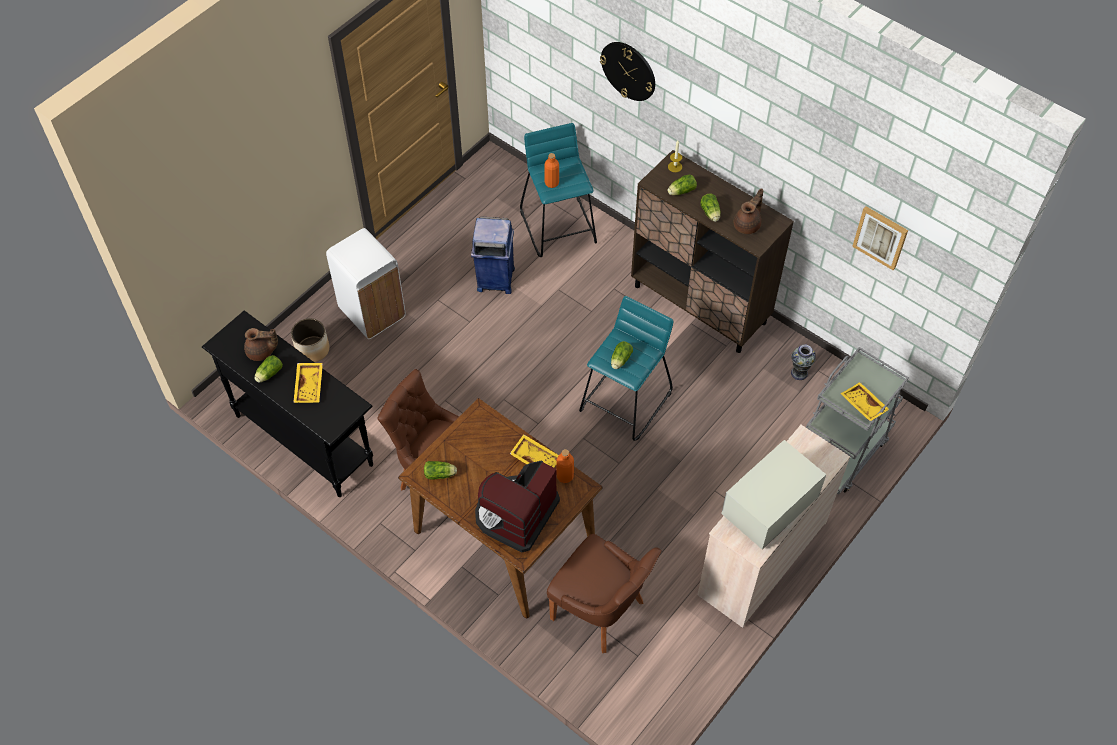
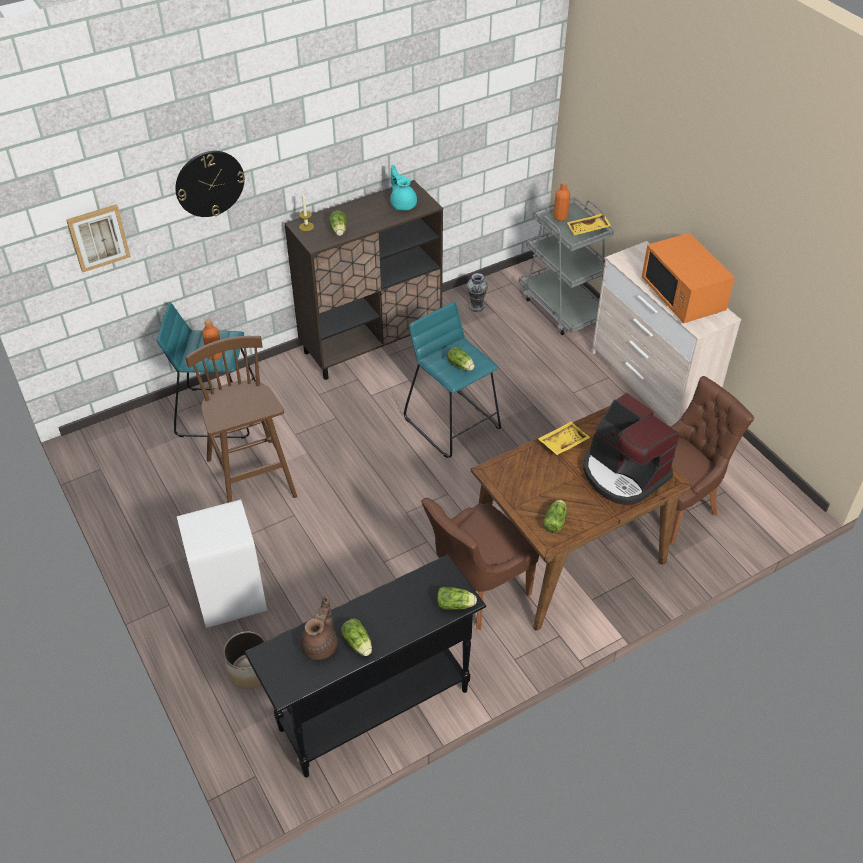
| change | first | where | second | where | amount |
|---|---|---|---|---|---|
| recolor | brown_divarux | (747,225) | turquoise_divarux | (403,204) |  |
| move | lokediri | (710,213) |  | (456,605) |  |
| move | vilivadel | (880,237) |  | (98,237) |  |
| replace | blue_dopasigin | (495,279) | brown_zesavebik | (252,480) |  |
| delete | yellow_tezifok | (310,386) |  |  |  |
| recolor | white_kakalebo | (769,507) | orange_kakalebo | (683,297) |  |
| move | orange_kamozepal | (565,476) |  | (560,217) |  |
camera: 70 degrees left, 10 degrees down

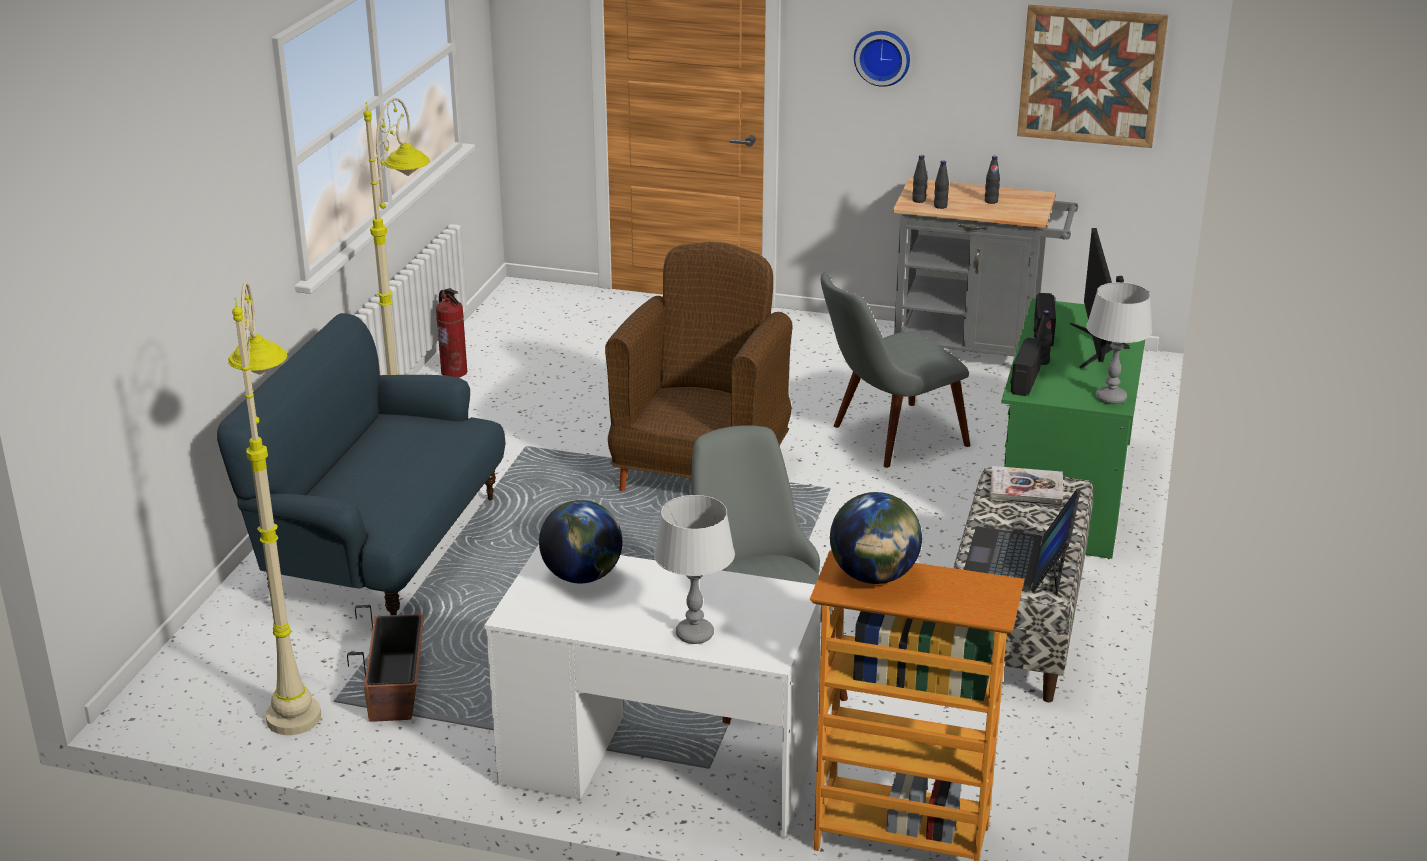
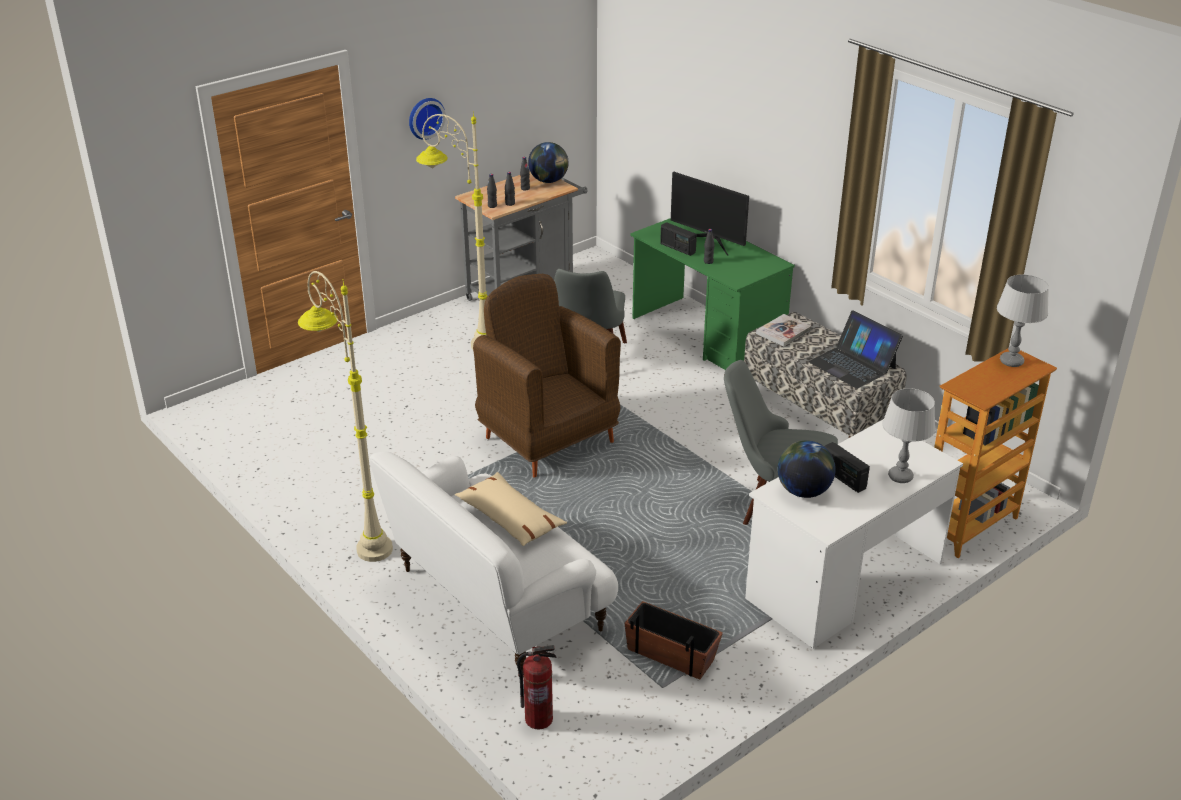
| change | first | where | second | where | amount |
|---|---|---|---|---|---|
| delete | vilivadel | (1091,76) |  |  |  |
| move | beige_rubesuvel | (296,690) |  | (464,339) |  |
| move | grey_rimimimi | (1111,398) |  | (1011,361) |  |
| move | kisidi | (455,372) |  | (539,719) |  |
| recolor | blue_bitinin | (383,551) | white_bitinin | (497,603) |  |
| move | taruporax | (1024,381) |  | (843,478) |  |
| move | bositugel | (874,576) |  | (549,181) |  |
| insert |  |  | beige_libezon | (510,518) |  |
camera: 55 degrees left, 5 degrees up

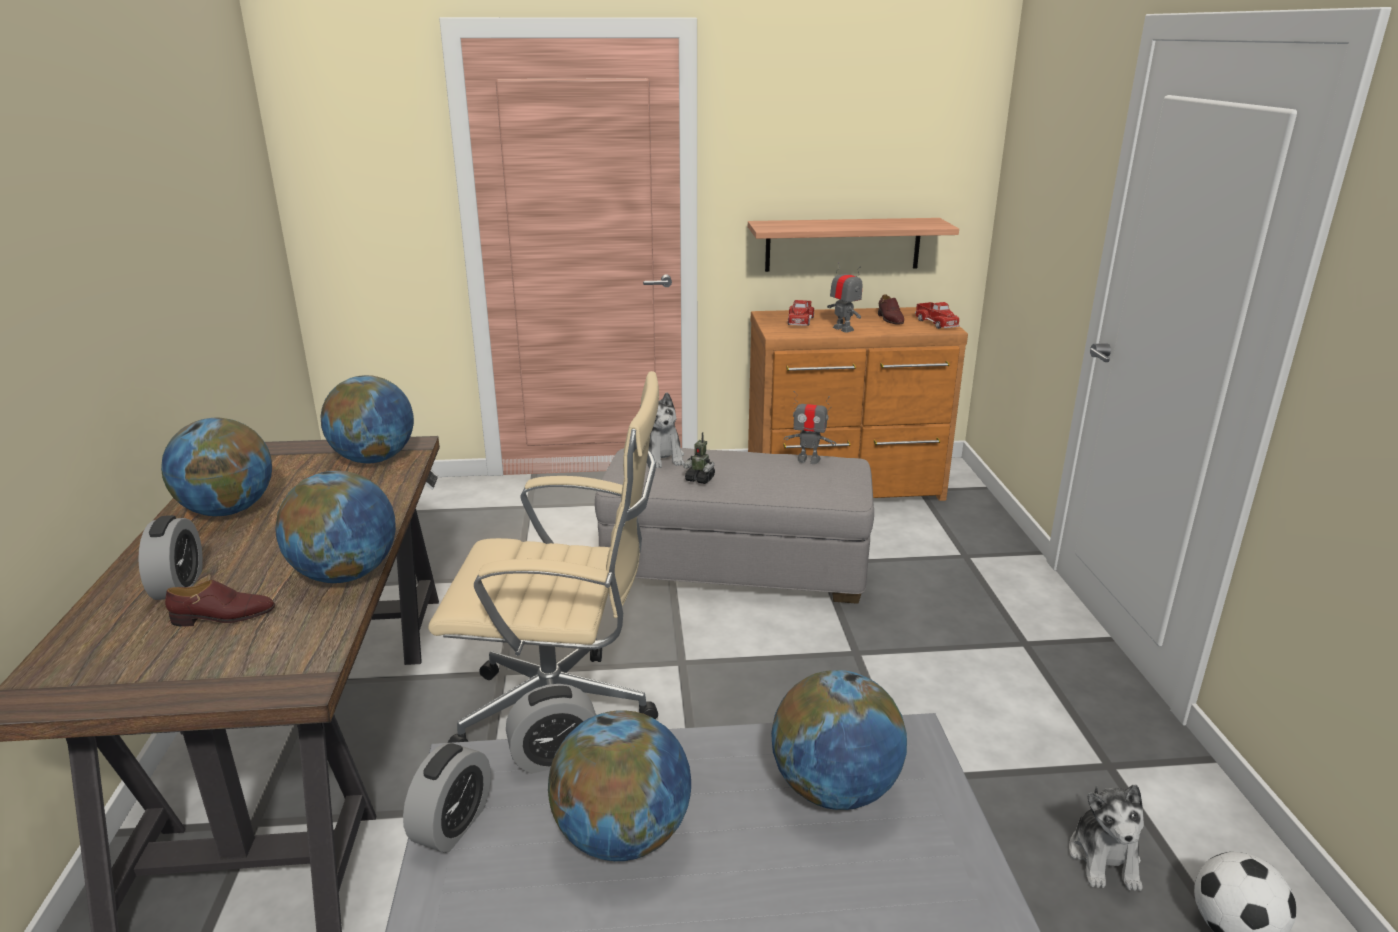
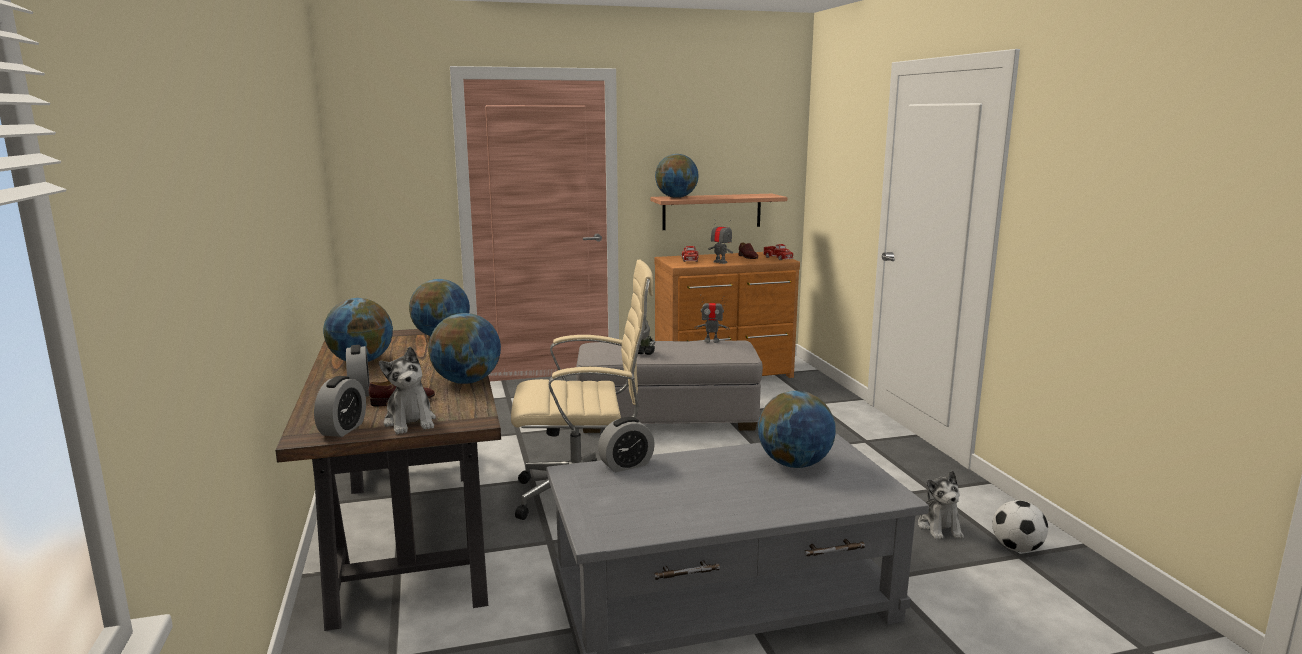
| change | first | where | second | where | amount |
|---|---|---|---|---|---|
| move | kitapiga | (662,457) |  | (410,422) |  |
| move | bositugel | (622,836) |  | (676,197) |  |
| move | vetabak | (452,825) |  | (343,429) |  |
camera: 10 degrees left, 10 degrees down

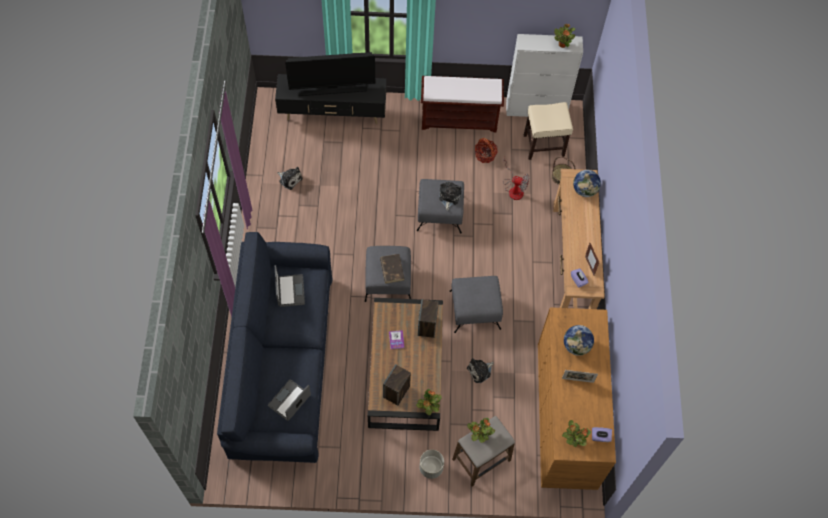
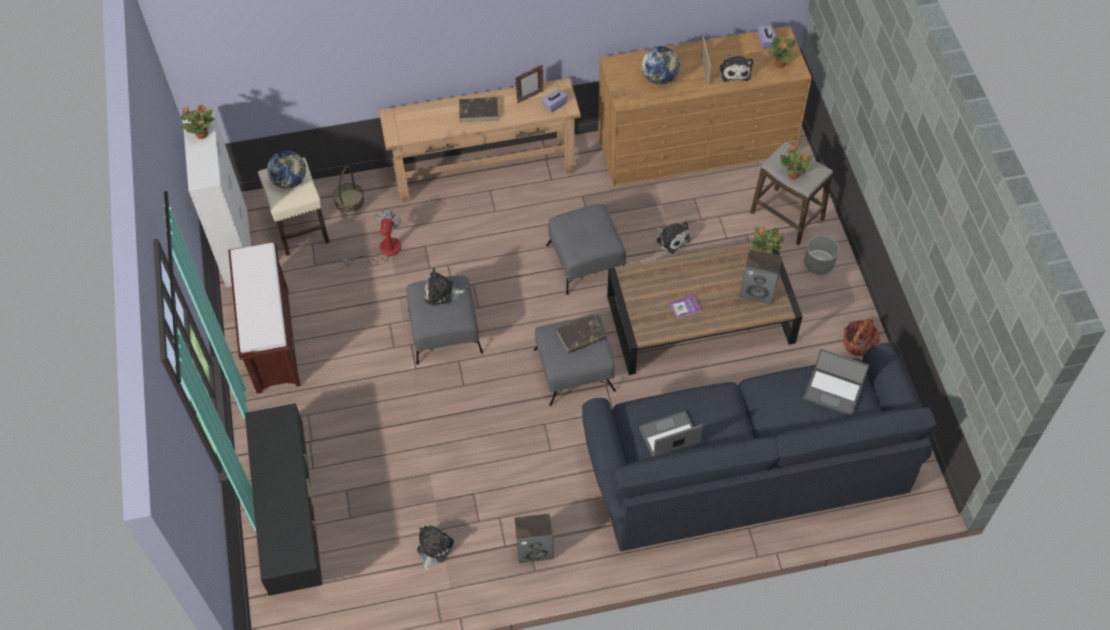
| change | first | where | second | where | amount |
|---|---|---|---|---|---|
| delete | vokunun | (332,88) |  |  |  |
| move | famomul | (485,155) |  | (859,343) |  |
| move | bositugel | (585,190) |  | (290,181) |  |
| move | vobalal | (427,326) |  | (535,549) |  |
| insert |  |  | kitapiga | (734,71) |  |
| insert |  |  | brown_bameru | (479,111) |  |
camera: 100 degrees left, 5 degrees down

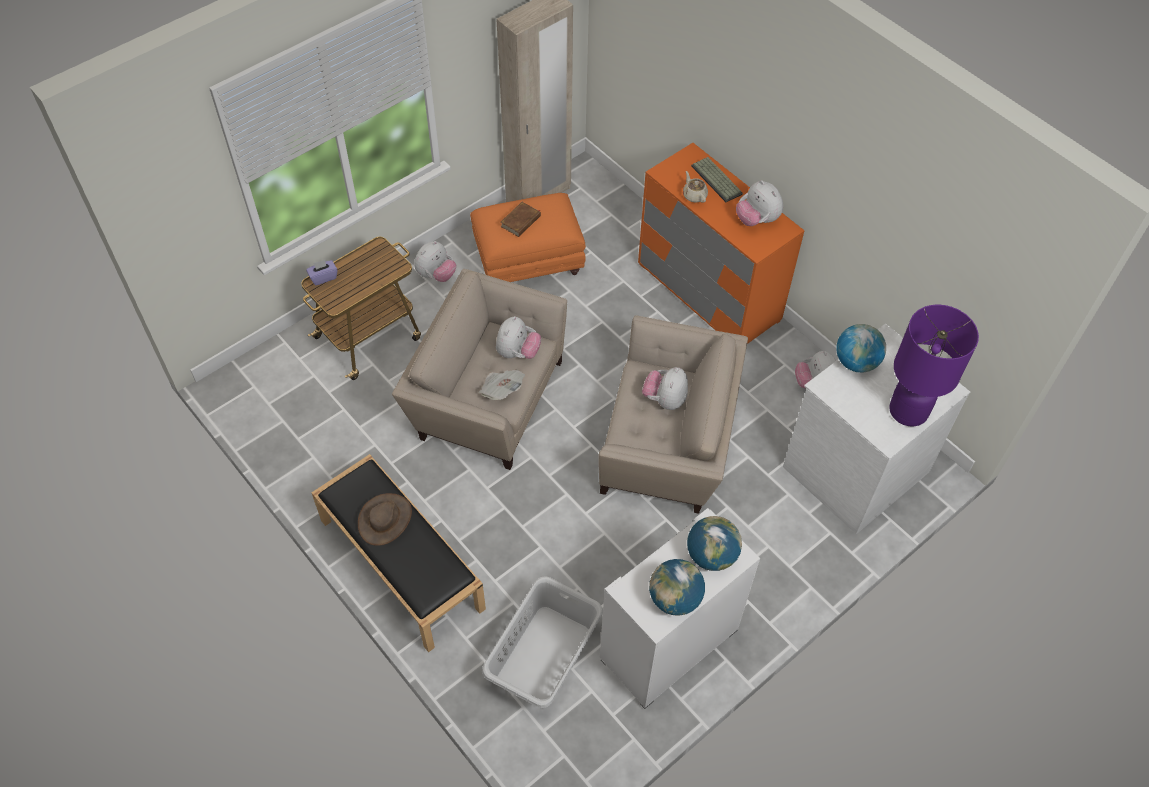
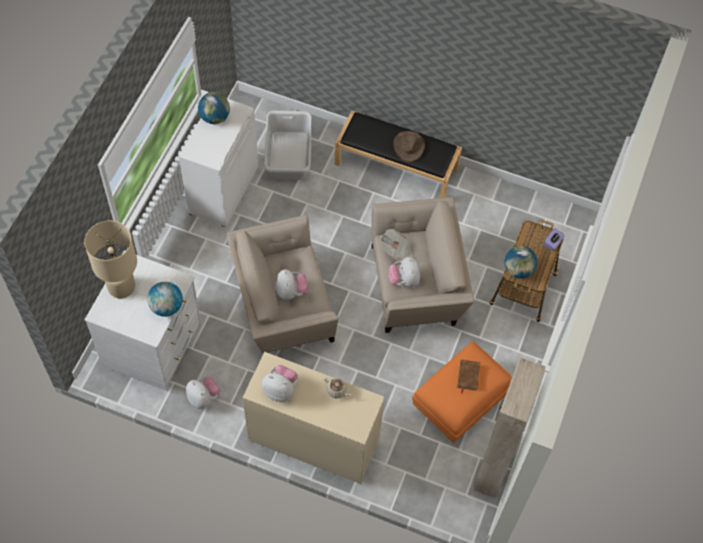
| change | first | where | second | where | amount |
|---|---|---|---|---|---|
| recolor | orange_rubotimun | (708,292) | beige_rubotimun | (313,440) |  |
| delete | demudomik | (717,180) |  |  |  |
| delete | kitapiga | (436,275) |  |  |  |
| recolor | purple_rimimimi | (908,410) | beige_rimimimi | (121,287) |  |
| move | bositugel | (711,555) |  | (518,270) |  |
camera: 150 degrees right, 5 degrees up

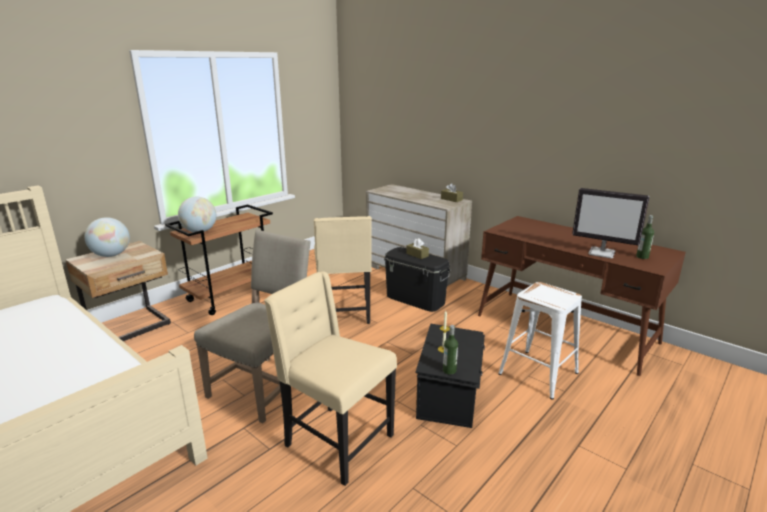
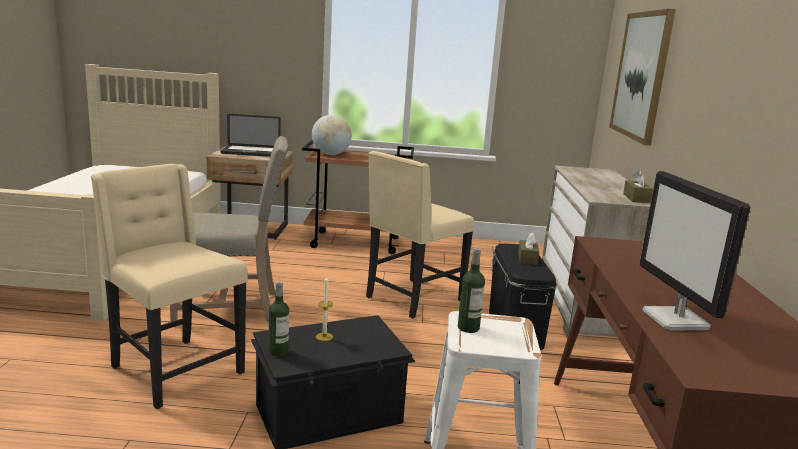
| change | first | where | second | where | amount |
|---|---|---|---|---|---|
| move | kamozepal | (642,257) |  | (468,328) |  |
| replace | bositugel | (111,255) | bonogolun | (250,152) |  |
| rotate | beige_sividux | (336,441) |  | (174,370) | 45 degrees counterclockwise |
| insert |  |  | vilivadel | (641,75) |  |
camera: 50 degrees right, 5 degrees down

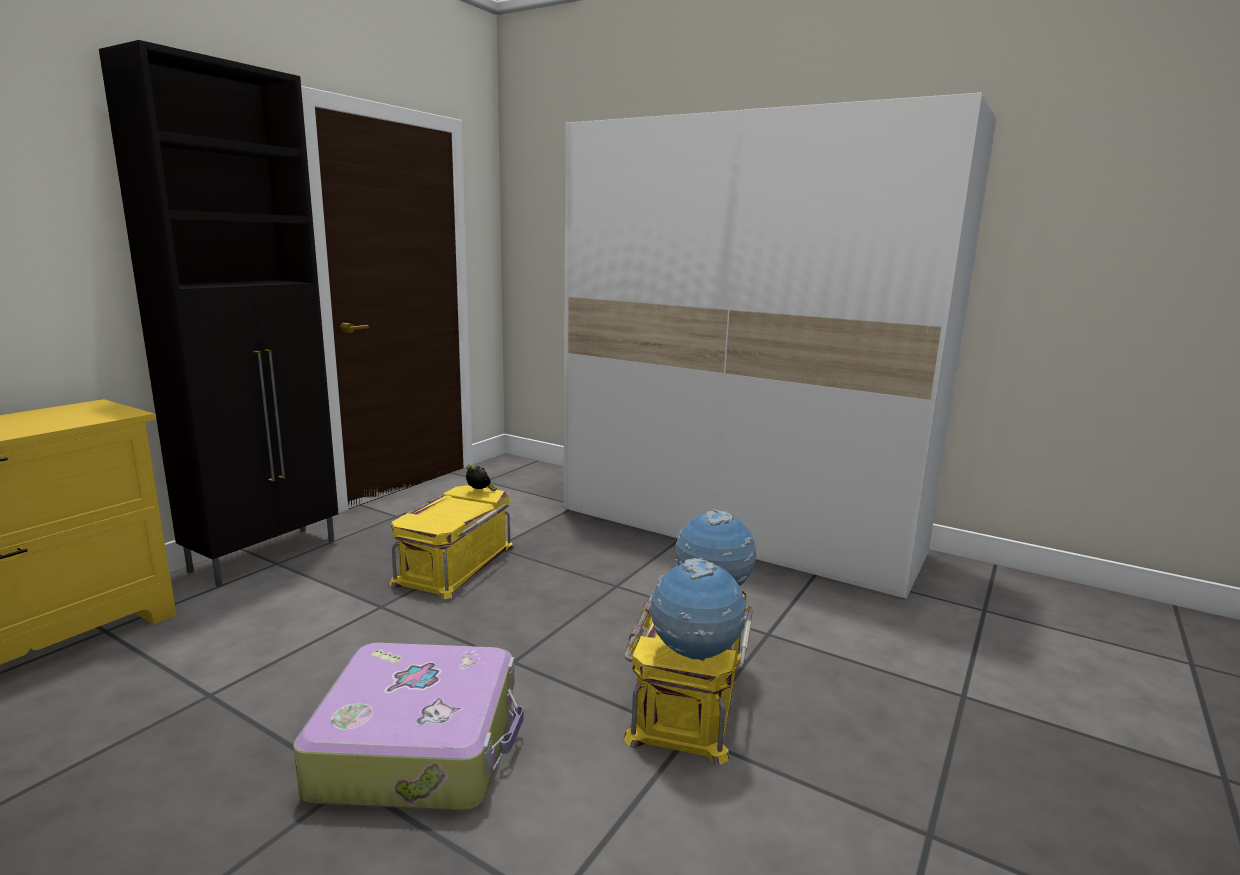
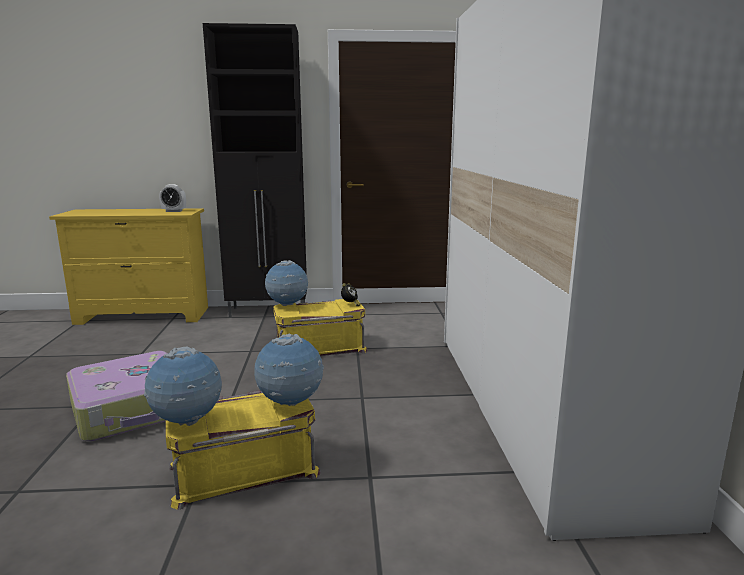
| change | first | where | second | where | amount |
|---|---|---|---|---|---|
| insert |  |  | vetabak | (174,211) |  |
| insert |  |  | bositugel | (287,305) |  |
camera: 55 degrees right, 0 degrees up

